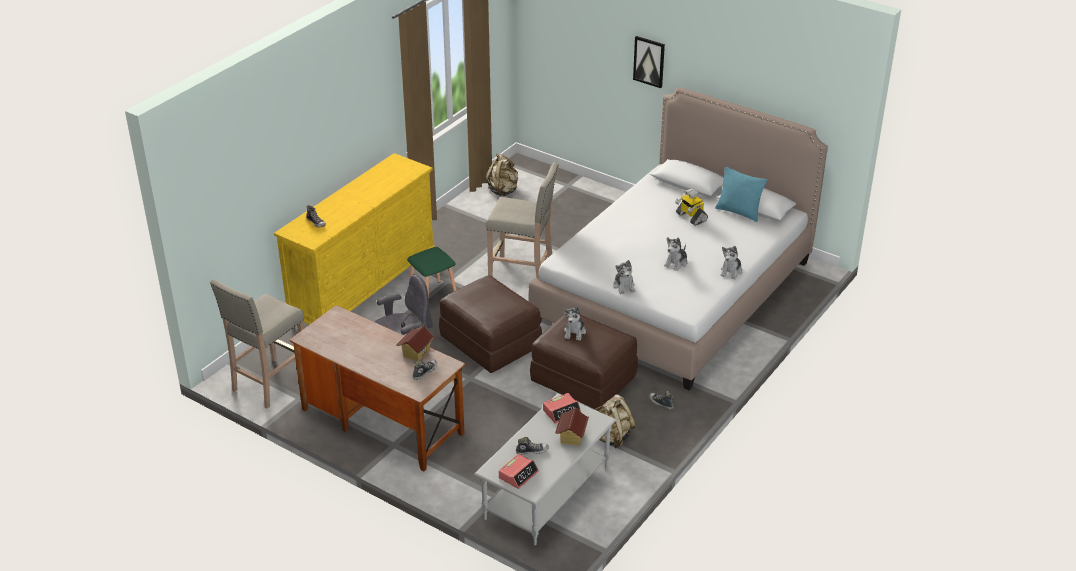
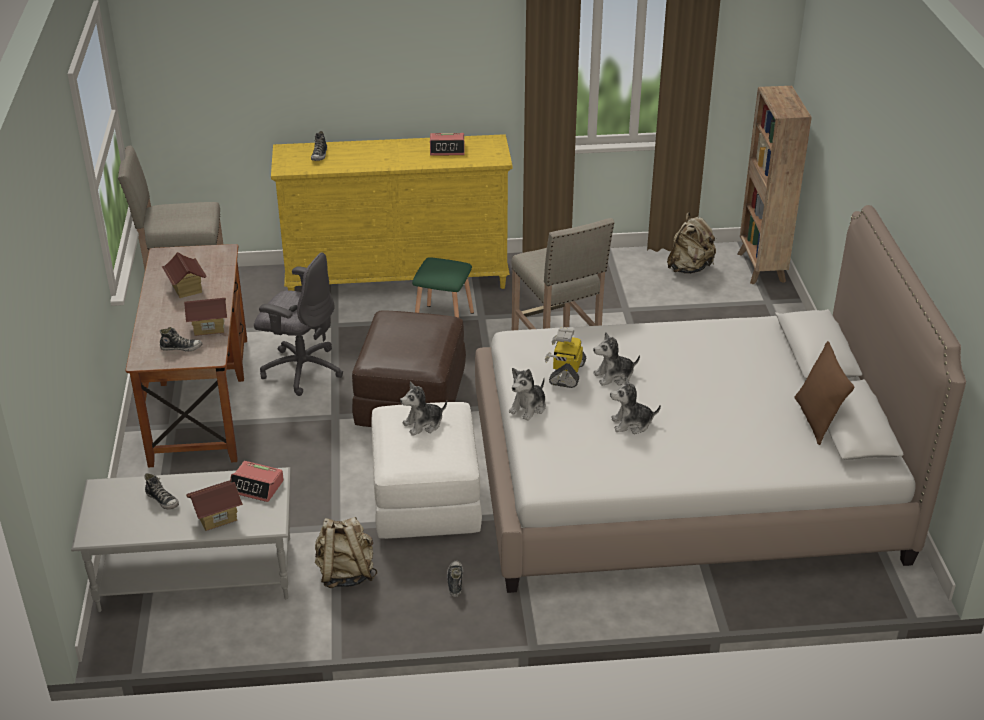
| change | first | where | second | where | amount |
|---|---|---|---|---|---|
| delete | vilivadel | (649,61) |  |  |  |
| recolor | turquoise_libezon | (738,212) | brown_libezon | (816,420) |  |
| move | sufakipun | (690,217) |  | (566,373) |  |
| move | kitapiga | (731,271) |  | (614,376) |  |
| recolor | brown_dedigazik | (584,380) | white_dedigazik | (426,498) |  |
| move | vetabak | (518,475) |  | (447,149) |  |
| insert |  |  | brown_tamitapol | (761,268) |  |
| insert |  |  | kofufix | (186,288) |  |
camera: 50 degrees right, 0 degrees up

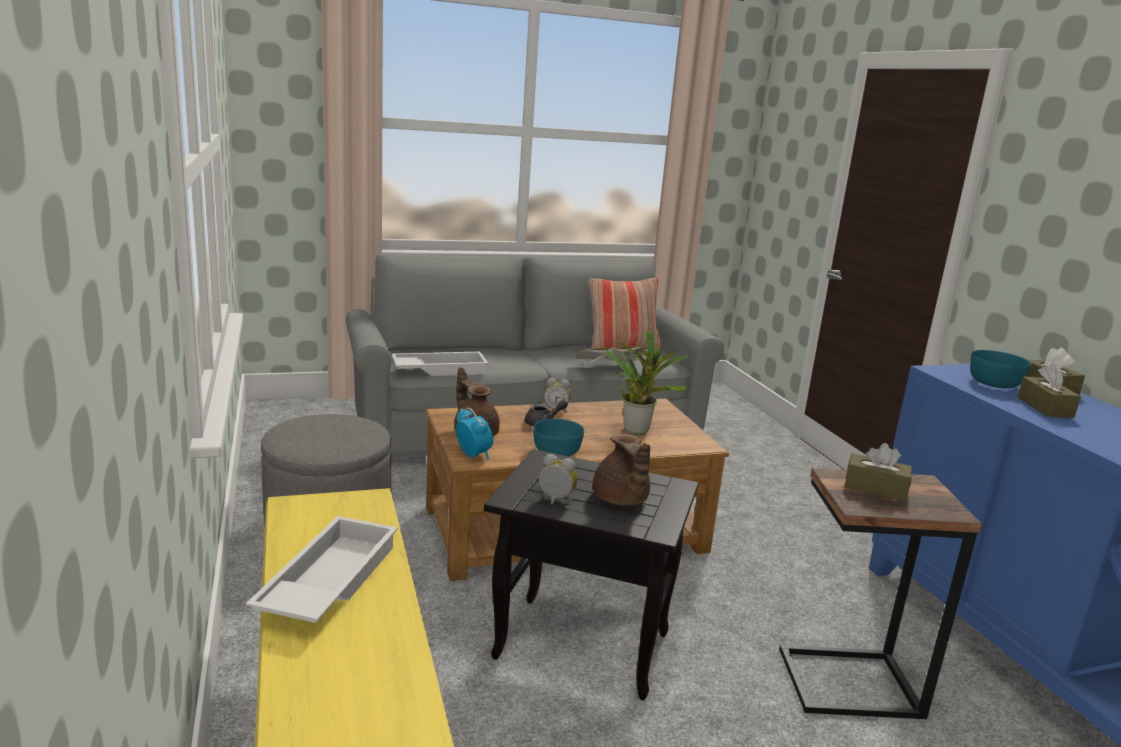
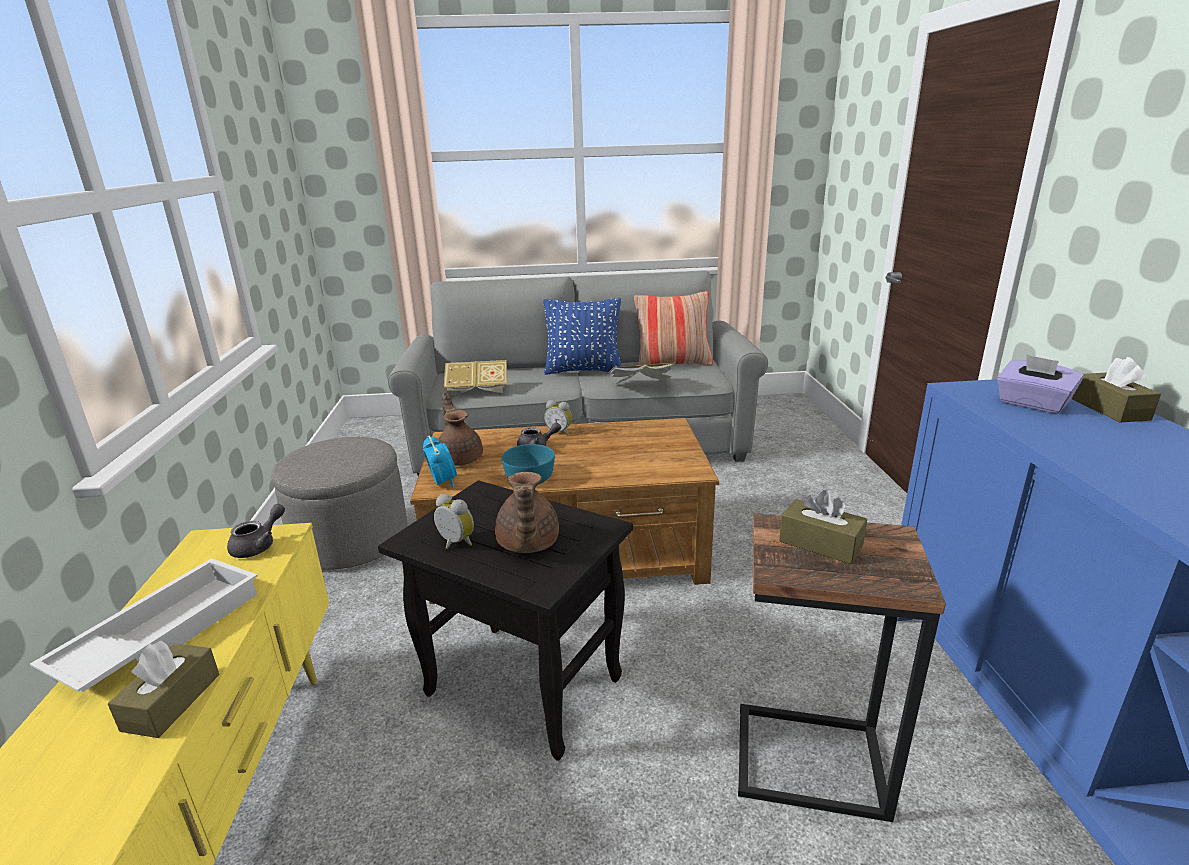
| change | first | where | second | where | amount |
|---|---|---|---|---|---|
| delete | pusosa | (637,429) |  |  |  |
| replace | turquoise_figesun | (995,383) | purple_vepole | (1032,404) |  |
| replace | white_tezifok | (440,369) | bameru | (477,390) |  |
| move | brown_vepole | (1045,407) |  | (172,702) |  |
| insert |  |  | blue_libezon | (583,371) |  |
| insert |  |  | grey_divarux | (259,546) |  |
camera: 15 degrees right, 5 degrees up

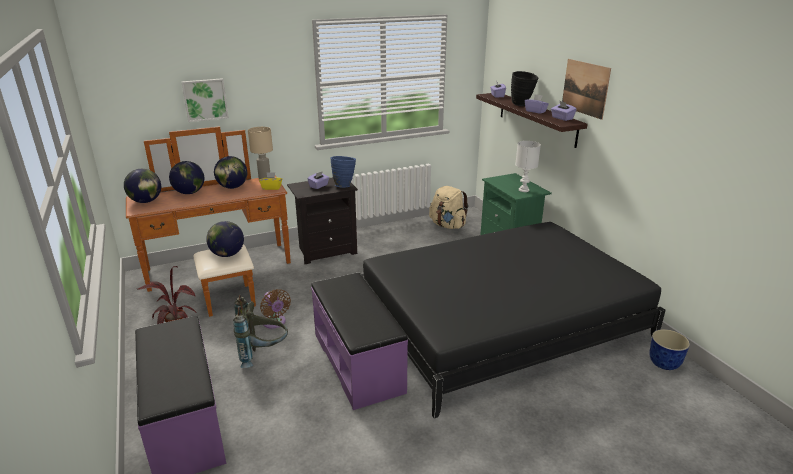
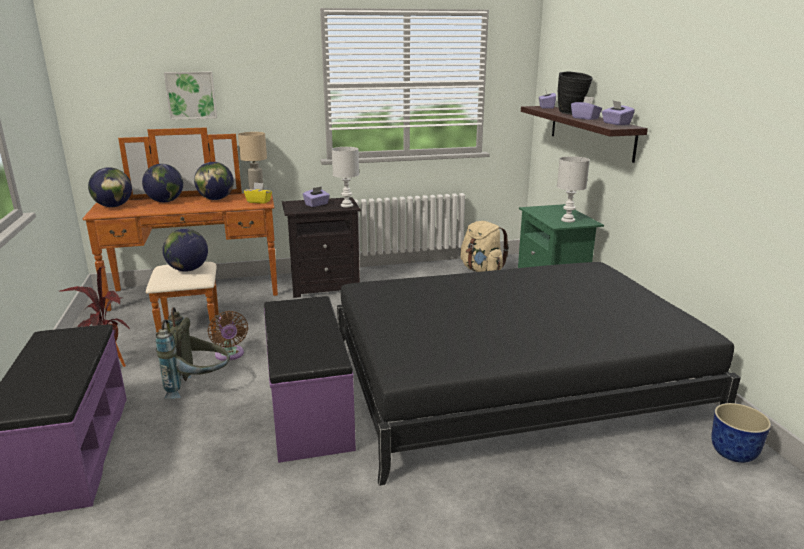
| change | first | where | second | where | amount |
|---|---|---|---|---|---|
| delete | vilivadel | (585,88) |  |  |  |
| replace | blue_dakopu | (344,185) | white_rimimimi | (346,205) |  |
camera: 10 degrees right, 5 degrees down

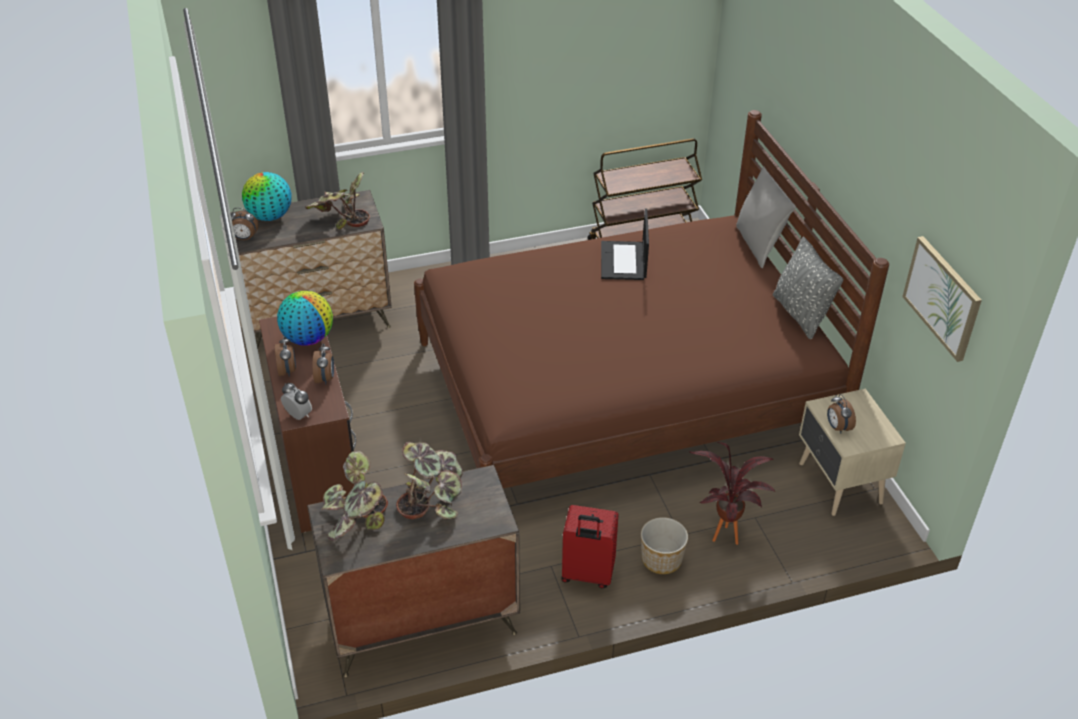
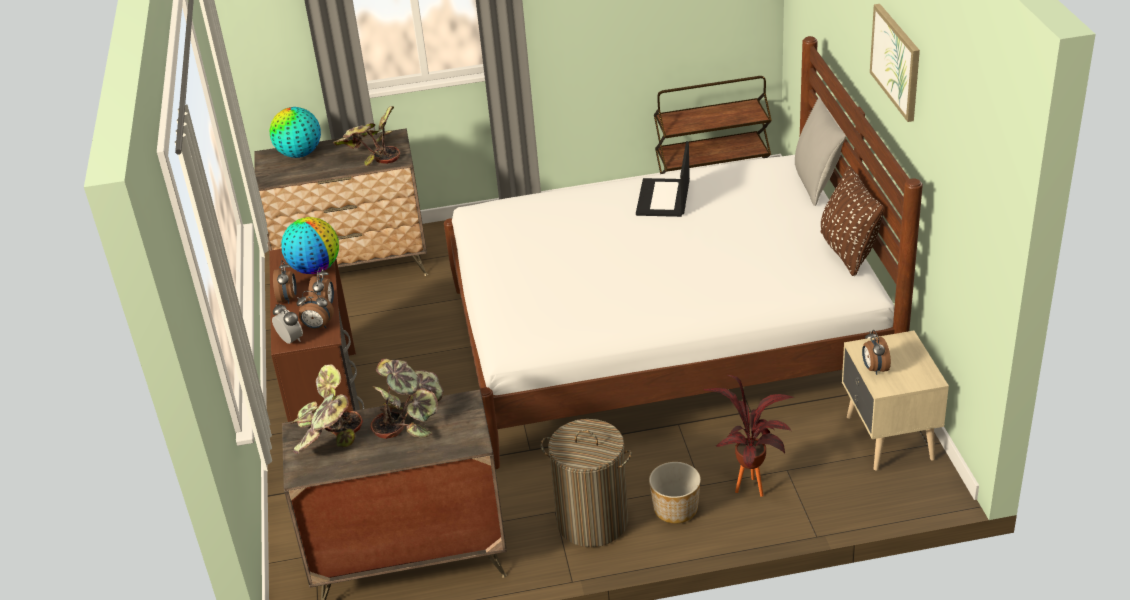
| change | first | where | second | where | amount |
|---|---|---|---|---|---|
| recolor | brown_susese | (622,392) | white_susese | (663,342) |  |
| move | vetabak | (245,238) |  | (317,327) |  |
| move | vilivadel | (942,297) |  | (896,61) |  |
| recolor | grey_libezon | (800,314) | brown_libezon | (848,252) |  |
| replace | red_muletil | (587,575) | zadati | (592,521) |  |
camera: 10 degrees right, 5 degrees down

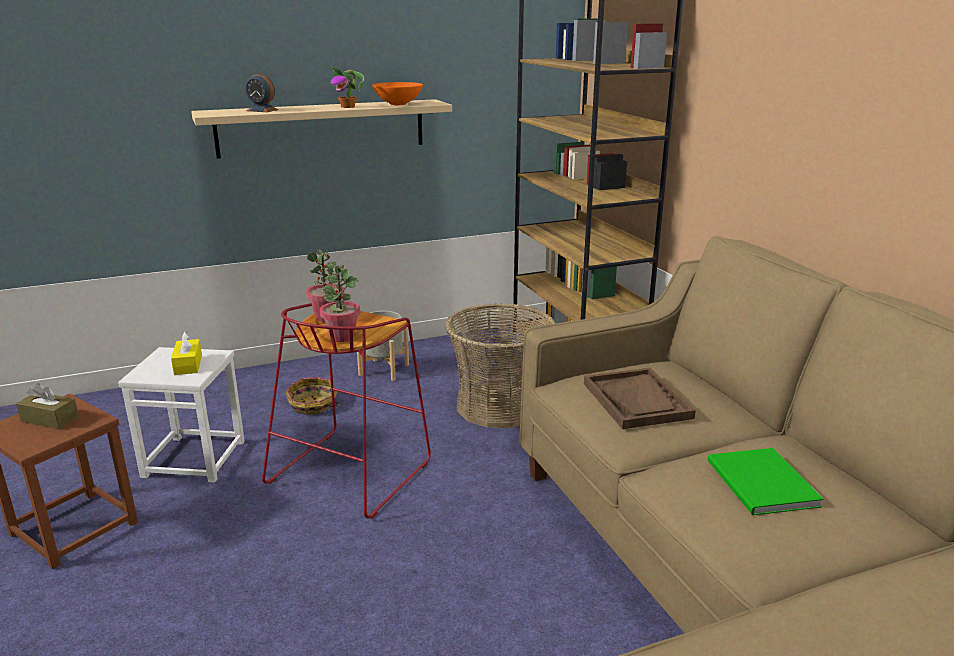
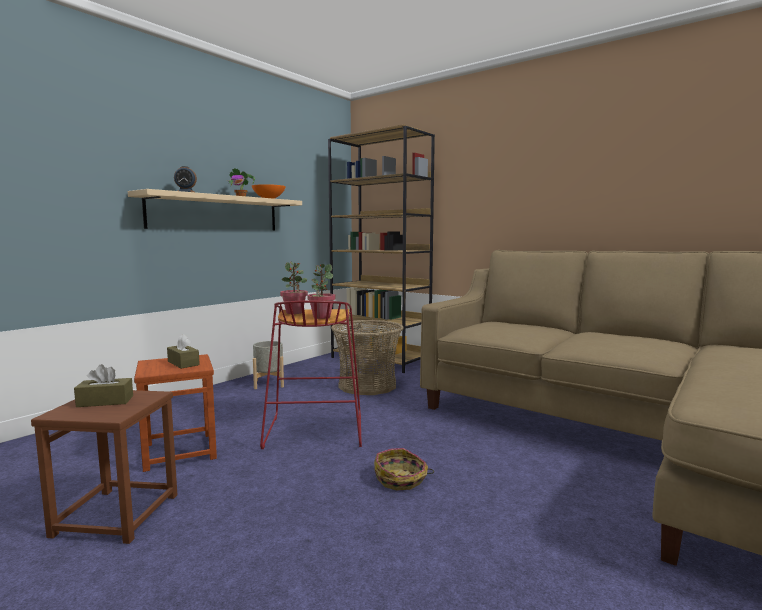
| change | first | where | second | where | amount |
|---|---|---|---|---|---|
| recolor | yellow_vepole | (188,365) | brown_vepole | (183,363) |  |
| recolor | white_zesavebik | (195,458) | brown_zesavebik | (180,451) |  |
| delete | brown_tezifok | (637,400) |  |  |  |
| move | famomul | (313,405) |  | (401,479) |  |
| delete | green_bameru | (761,485) |  |  |  |
camera: 30 degrees left, 15 degrees down

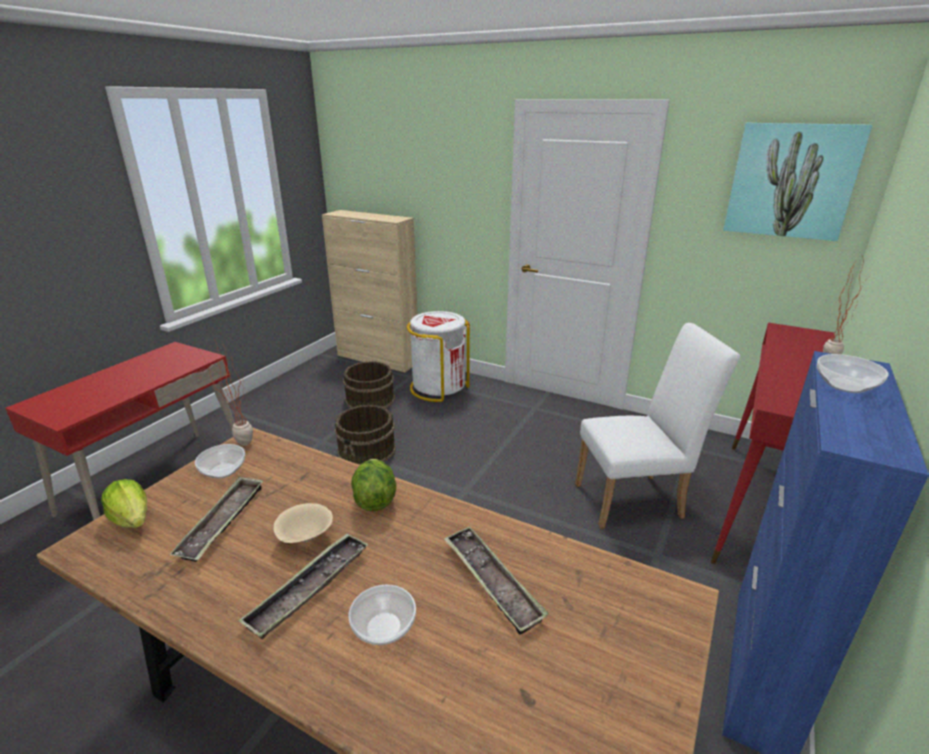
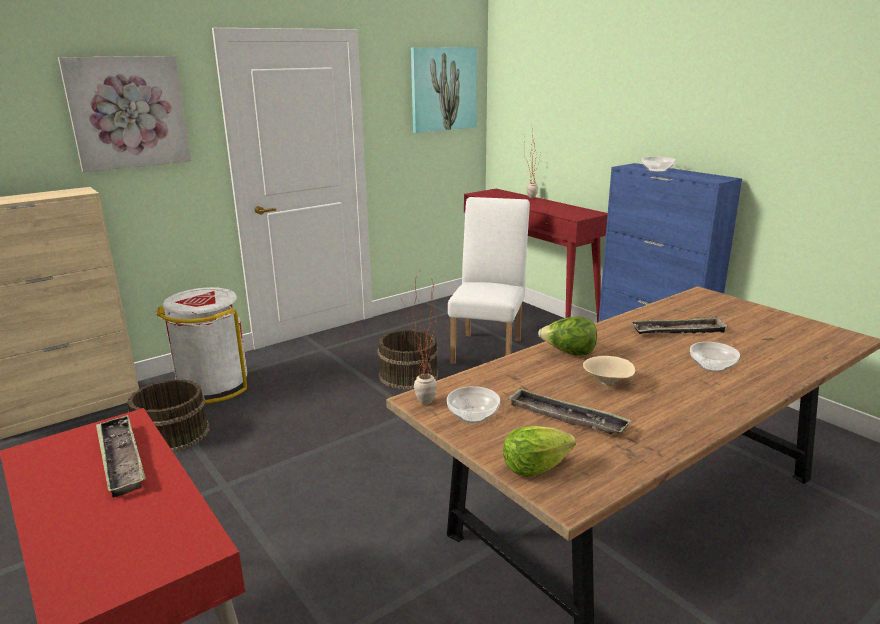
| change | first | where | second | where | amount |
|---|---|---|---|---|---|
| move | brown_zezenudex | (367,450) |  | (409,375) |  |
| move | tezifok | (309,588) |  | (121,459) |  |
| insert |  |  | vilivadel | (128,112) |  |
camera: 65 degrees left, 5 degrees down

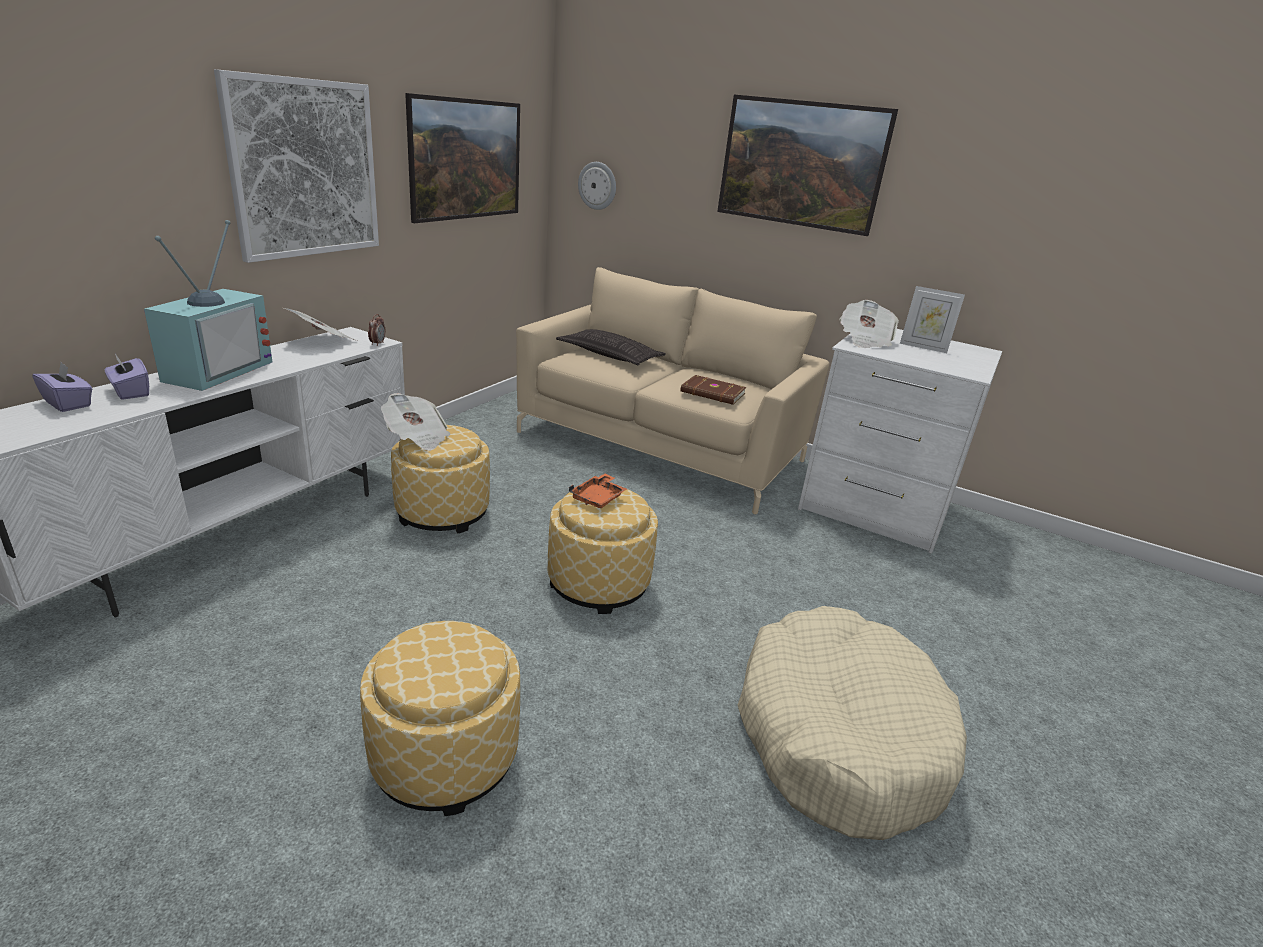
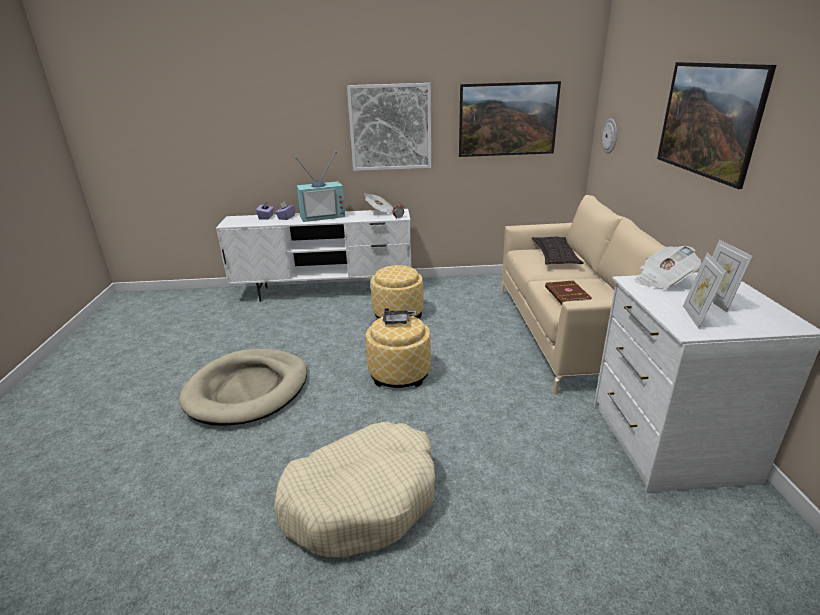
| change | first | where | second | where | amount |
|---|---|---|---|---|---|
| delete | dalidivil | (417,438) |  |  |  |
| recolor | orange_tezifok | (598,498) | grey_tezifok | (398,321) |  |
| replace | dedigazik | (445,757) | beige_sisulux | (248,390) |  |
| insert |  |  | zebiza | (695,317) |  |
camera: 60 degrees right, 0 degrees up

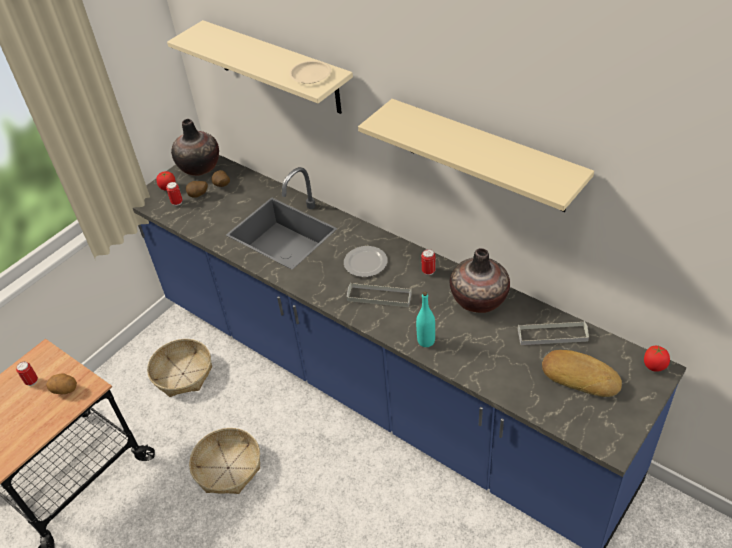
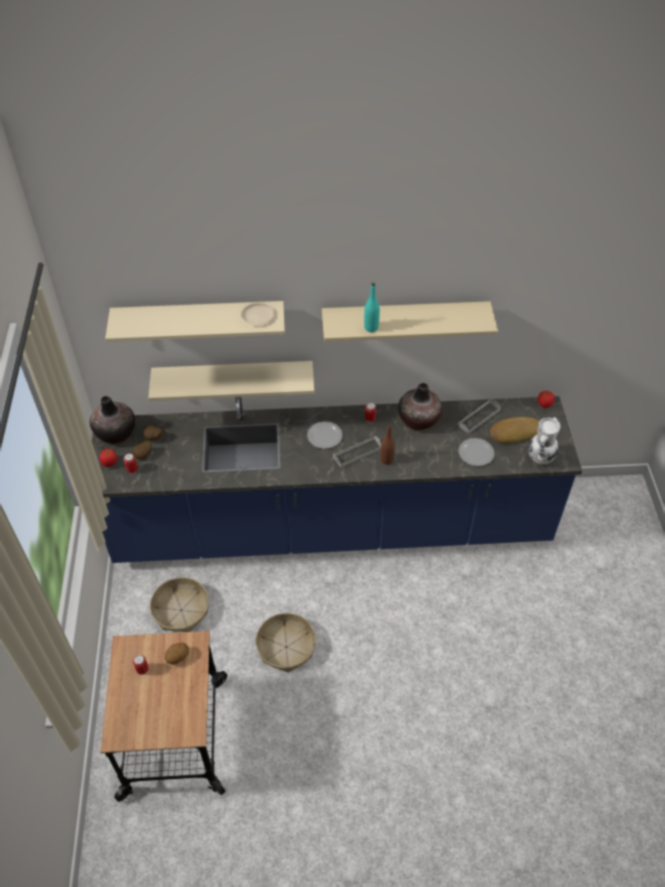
| change | first | where | second | where | amount |
|---|---|---|---|---|---|
| move | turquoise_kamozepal | (426,341) |  | (371,328) |  |
| insert |  |  | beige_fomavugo | (233,378) |  |
| insert |  |  | white_dakopu | (539,459) |  |
| insert |  |  | brown_kamozepal | (386,460) |  |
| insert |  |  | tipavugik | (475,452) |  |
camera: 45 degrees left, 5 degrees up

